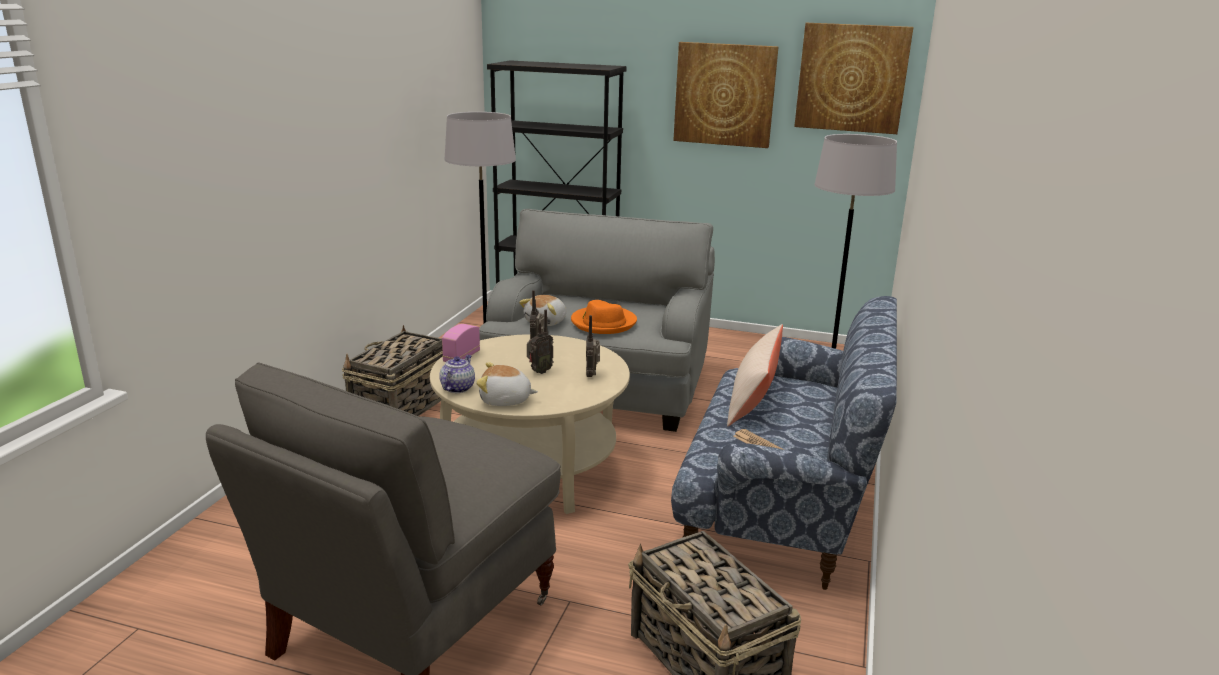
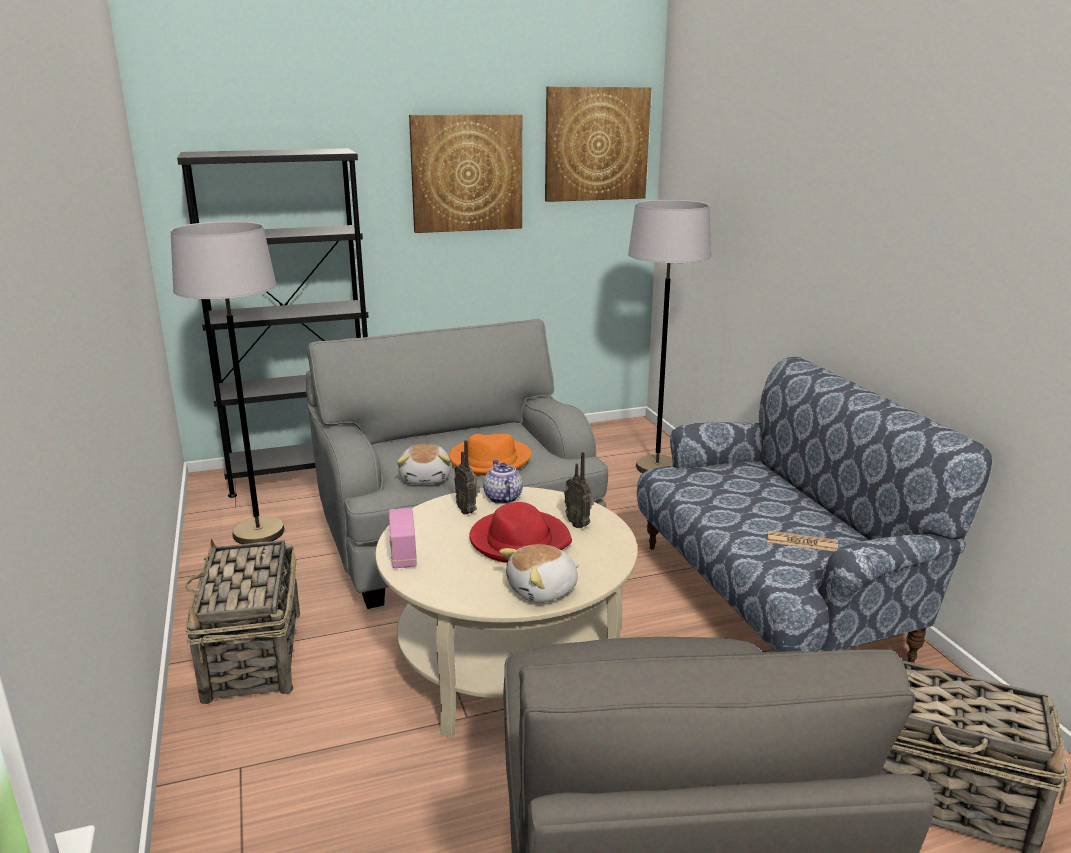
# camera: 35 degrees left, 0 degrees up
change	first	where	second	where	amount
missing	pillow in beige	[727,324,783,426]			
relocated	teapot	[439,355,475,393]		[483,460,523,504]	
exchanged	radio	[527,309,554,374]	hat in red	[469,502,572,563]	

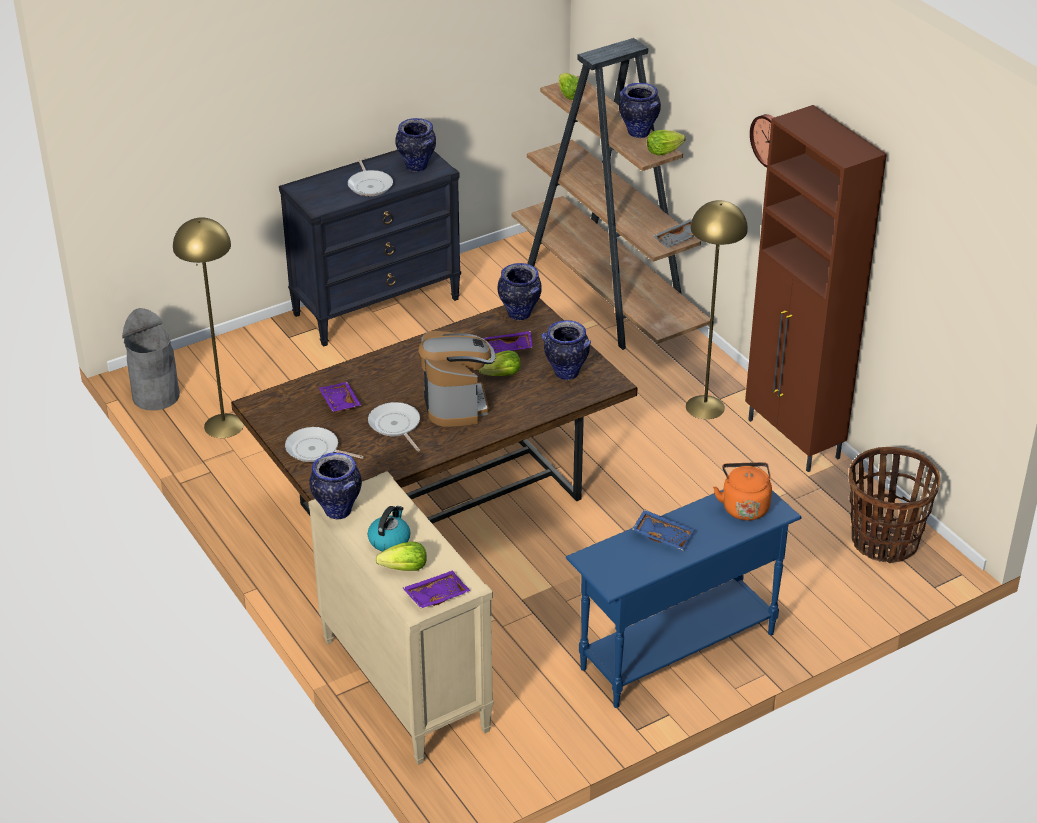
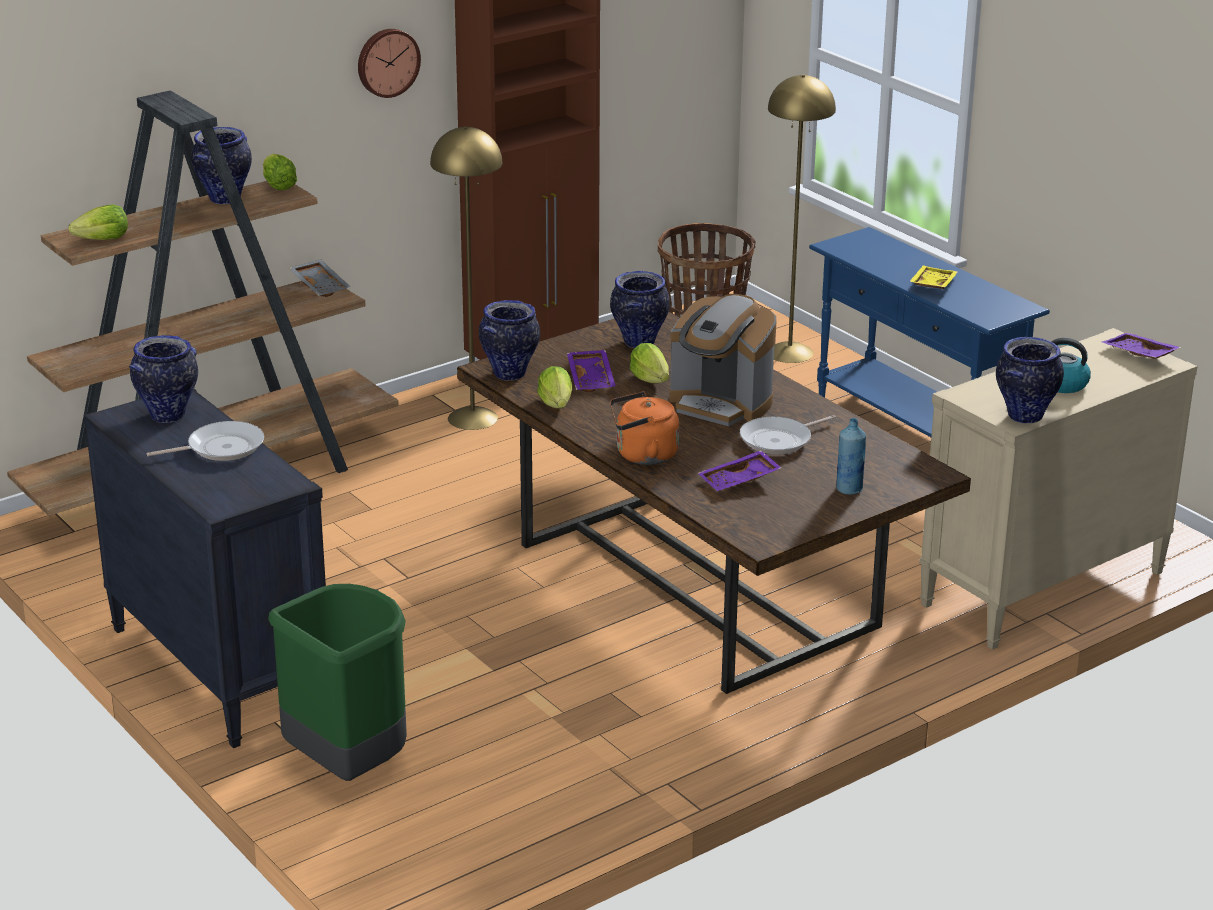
# camera: 95 degrees left, 10 degrees down
change	first	where	second	where	amount
missing	trash can in grey	[122,308,180,411]			
appeared			trash can in green	[268,584,407,781]	
relocated	floor lamp in yellow	[173,217,244,438]		[768,75,836,363]	
relocated	lettuce	[376,542,427,571]		[537,366,572,408]	
relocated	kettle in orange	[713,462,772,520]		[610,392,679,465]	
exchanged	frying pan	[285,427,364,462]	bottle in blue	[836,418,866,495]	
colour	tray in blue	[632,509,695,551]	tray in yellow	[909,265,958,289]	
spun	coffee machine	[418,331,496,427]		[670,294,776,426]	135 degrees counterclockwise

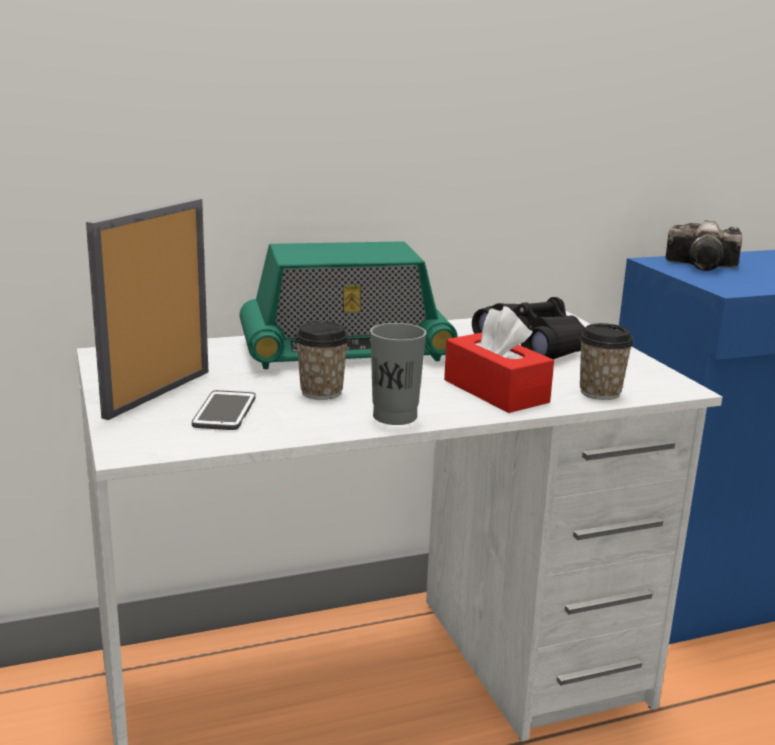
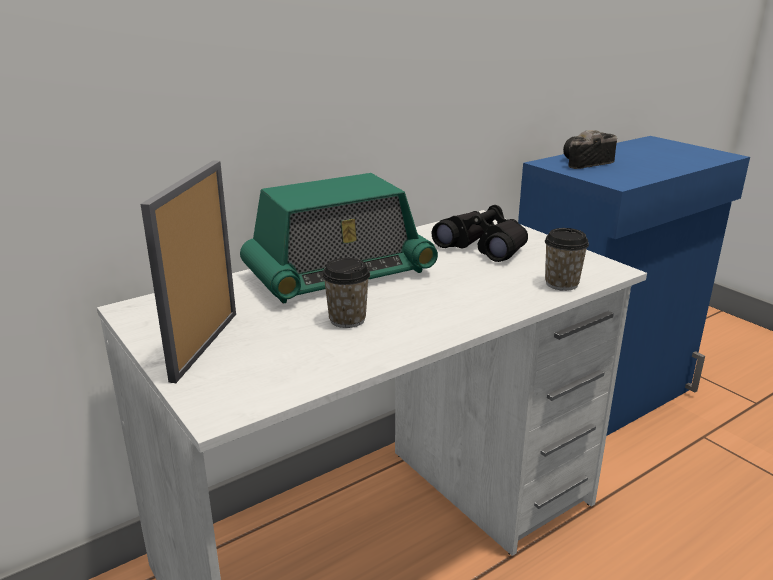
# camera: 15 degrees left, 5 degrees up
change	first	where	second	where	amount
missing	phone	[192,390,256,430]			
missing	cup in grey	[370,323,427,425]			
missing	tissue box in red	[444,306,554,413]			
spun	photo camera	[666,220,742,271]		[563,130,617,169]	150 degrees clockwise

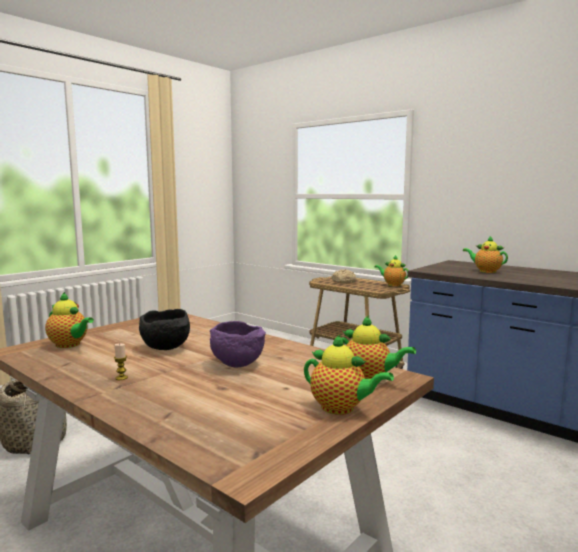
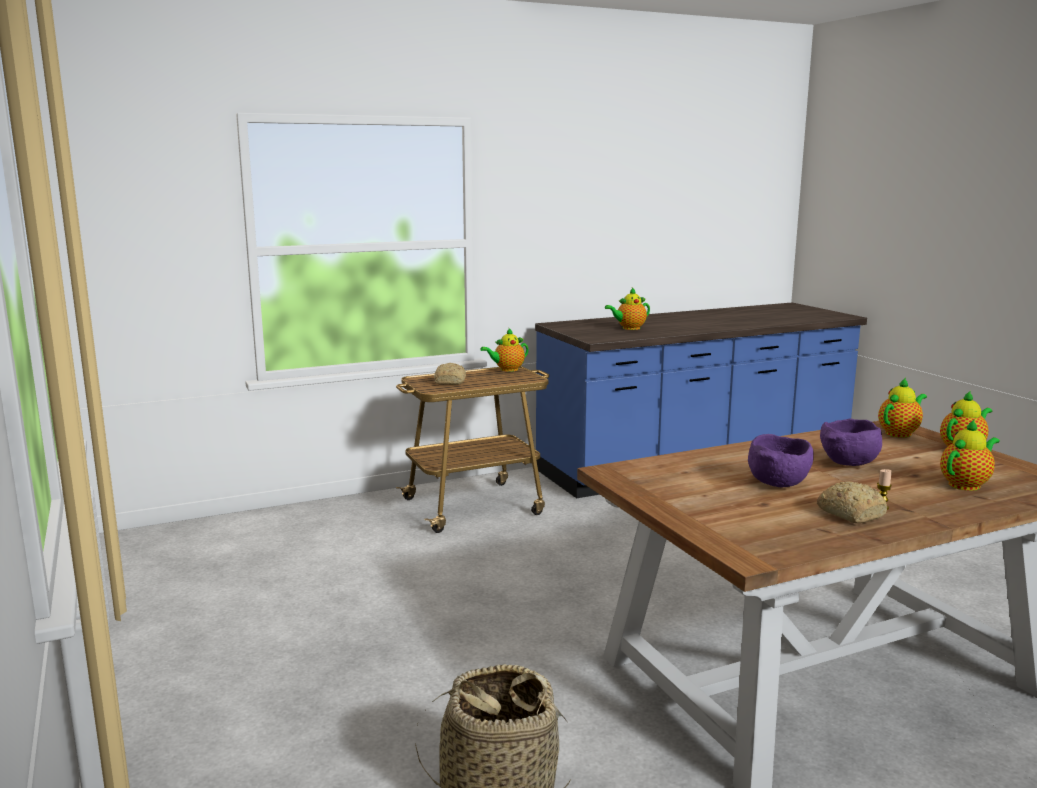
# camera: 65 degrees left, 5 degrees up
change	first	where	second	where	amount
appeared			bread	[817,482,887,523]	
relocated	teapot	[45,292,94,348]		[940,419,1000,491]	
colour	bowl in black	[139,309,190,350]	bowl in purple	[748,434,814,487]	

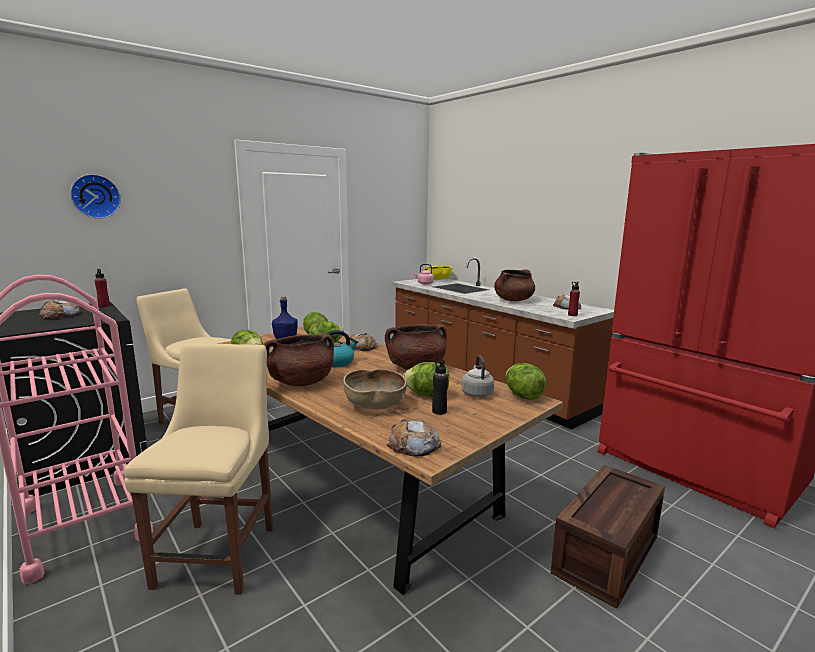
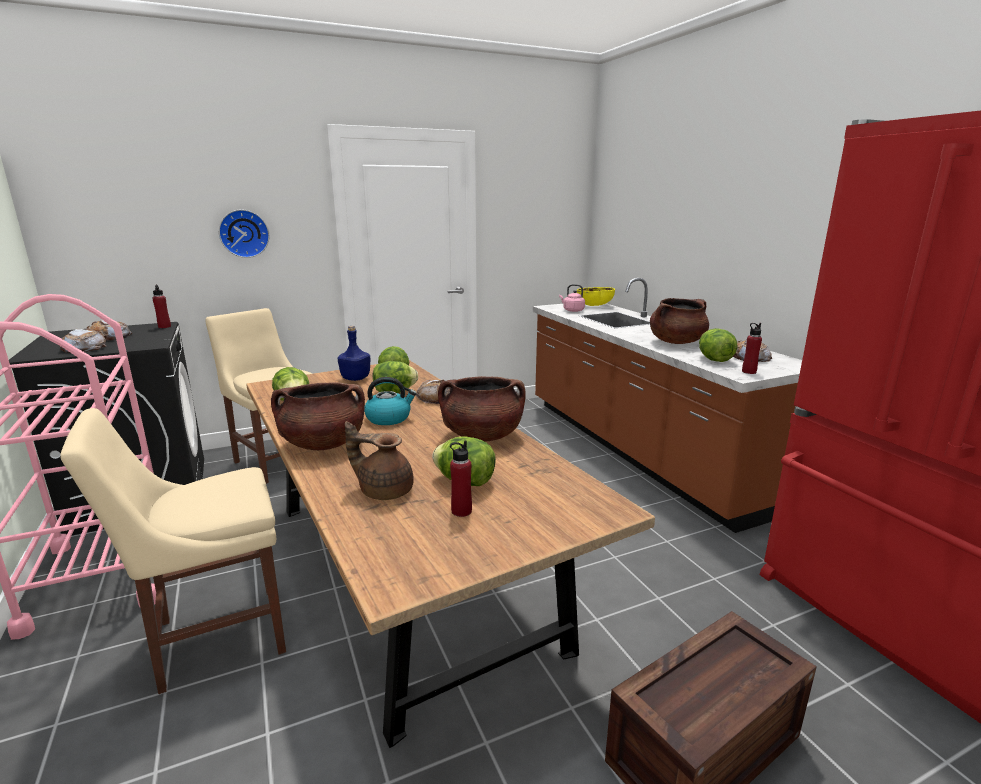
# camera: 15 degrees right, 5 degrees up
change	first	where	second	where	amount
missing	kettle in grey	[462,355,494,398]			
relocated	wall clock	[70,174,121,219]		[219,210,269,258]	
relocated	bread	[387,419,441,457]		[60,329,106,353]	
relocated	lettuce	[506,363,547,400]		[699,328,737,362]	
exchanged	bowl in brown	[343,369,407,409]	teapot in brown	[345,421,414,500]	
colour	bottle in black	[432,359,448,415]	bottle in red	[450,440,472,517]	
spun	chair in beige	[124,343,273,595]		[60,408,286,694]	135 degrees counterclockwise

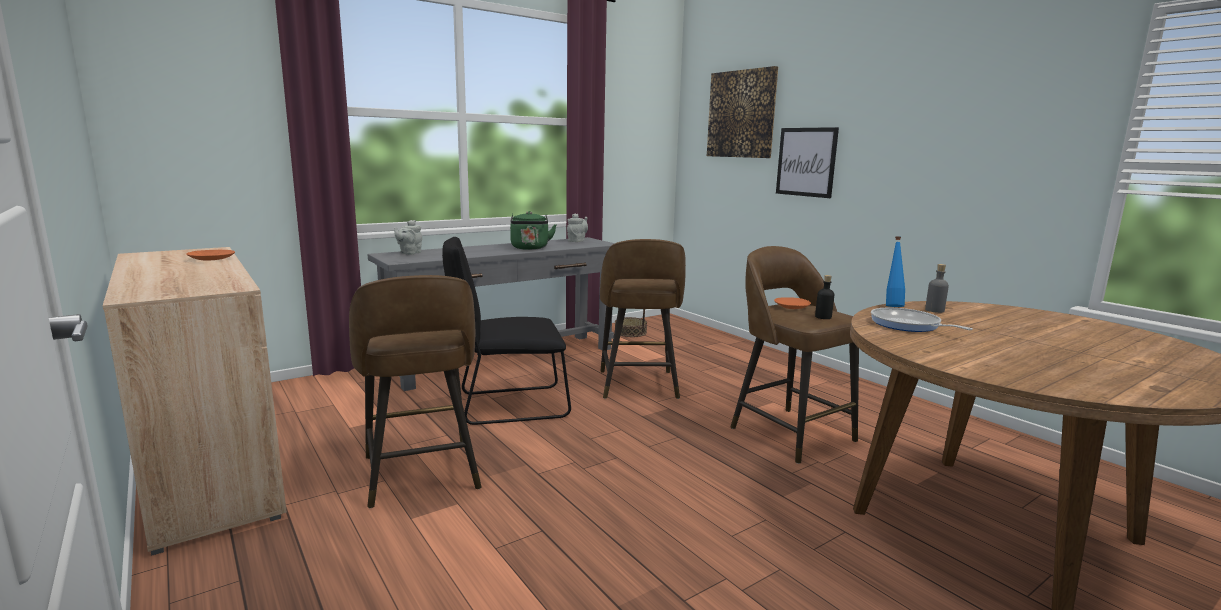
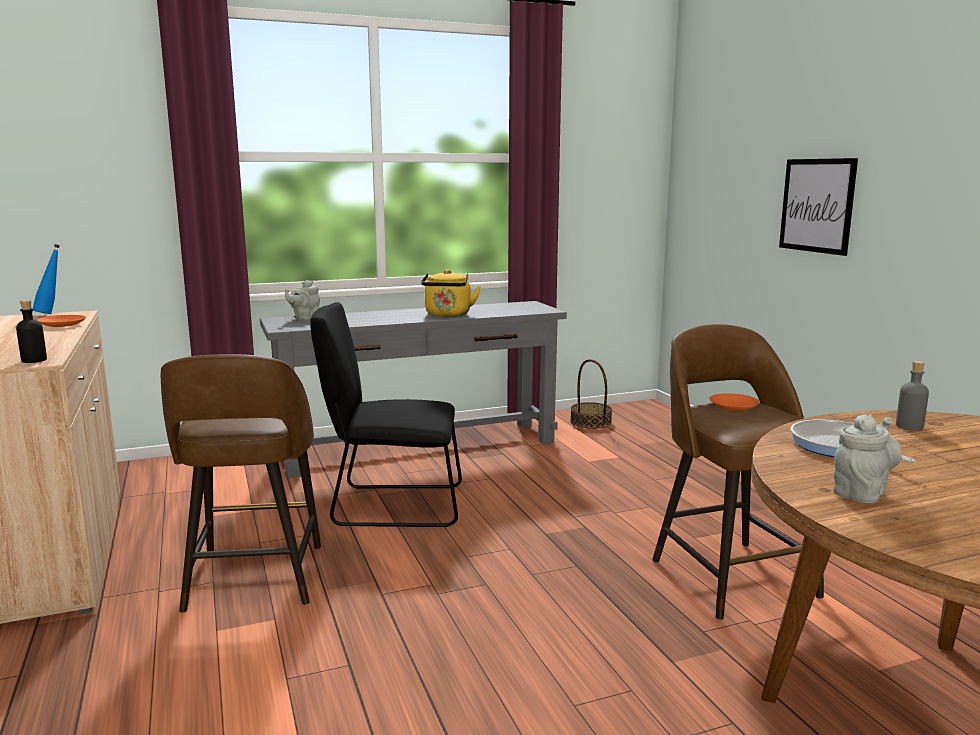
# camera: 15 degrees right, 0 degrees up
change	first	where	second	where	amount
missing	stool in brown	[600,239,686,399]			
missing	picture	[707,66,778,158]			
relocated	teapot in grey	[567,213,588,242]		[834,414,902,503]	
relocated	bottle in black	[815,275,834,319]		[16,300,47,363]	
relocated	bottle in blue	[886,236,905,307]		[33,244,60,314]	
colour	kettle in green	[510,211,557,250]	kettle in yellow	[421,270,481,317]	

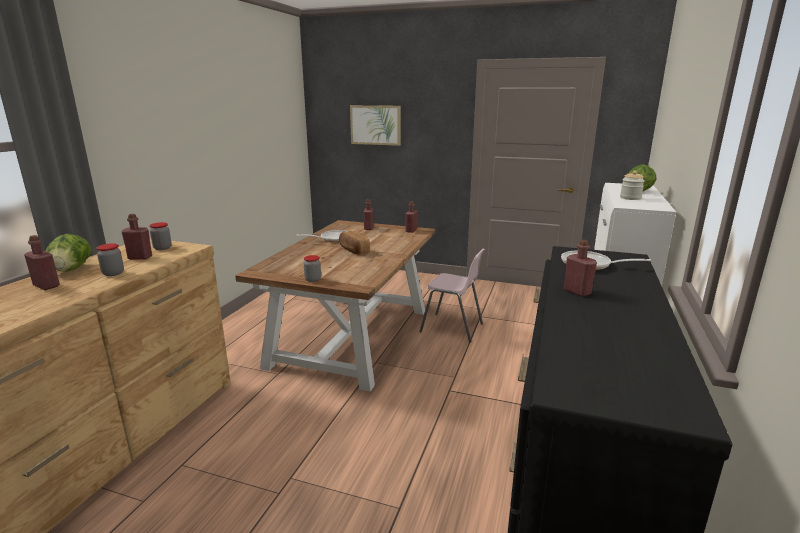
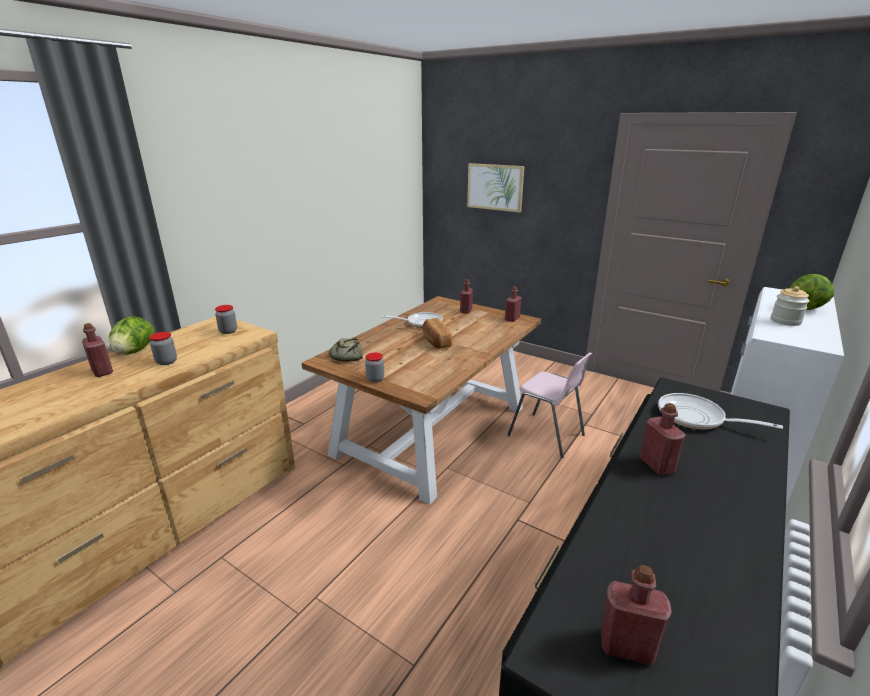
# camera: 15 degrees right, 5 degrees up
change	first	where	second	where	amount
appeared			bread	[329,338,363,362]	
relocated	bottle in red	[122,214,152,260]		[601,565,672,666]	

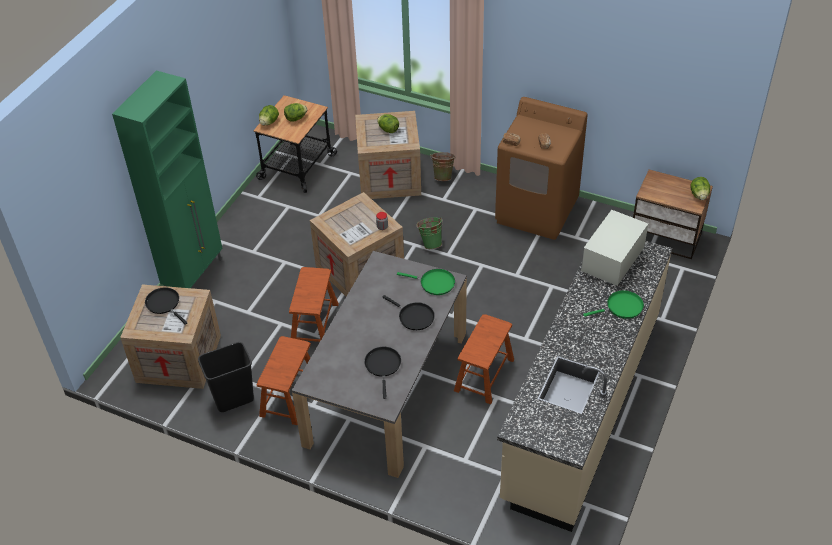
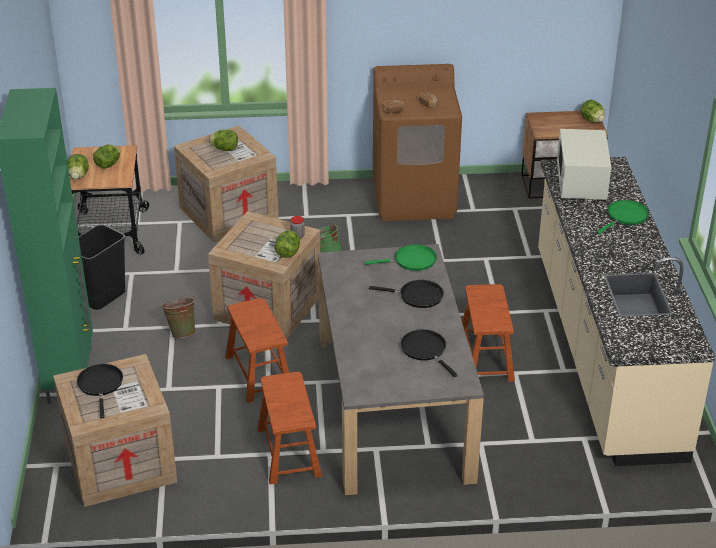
# camera: 30 degrees left, 10 degrees down
change	first	where	second	where	amount
appeared			lettuce	[274,230,300,258]	
relocated	trash can in black	[198,342,254,412]		[79,224,125,310]	
relocated	bucket in green	[430,152,456,181]		[160,297,196,338]	
spun	frying pan in black	[145,287,187,325]		[77,364,123,418]	60 degrees clockwise

